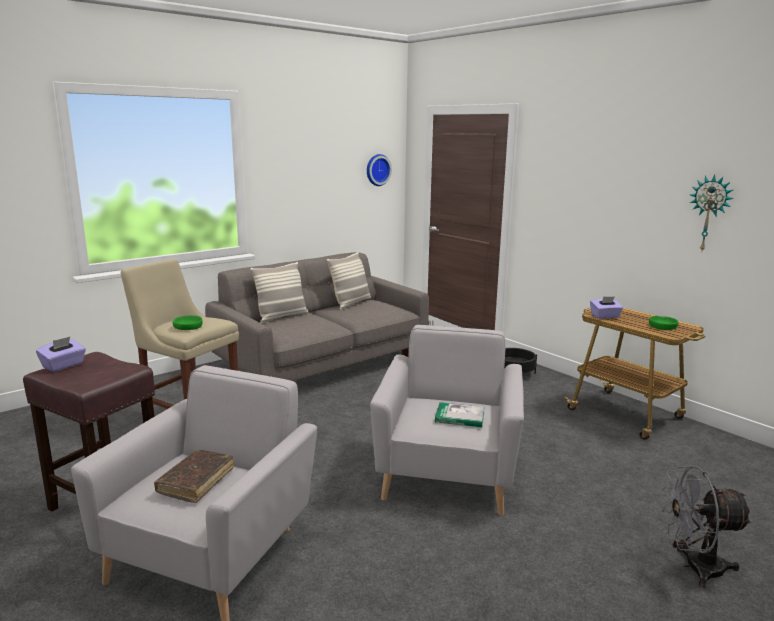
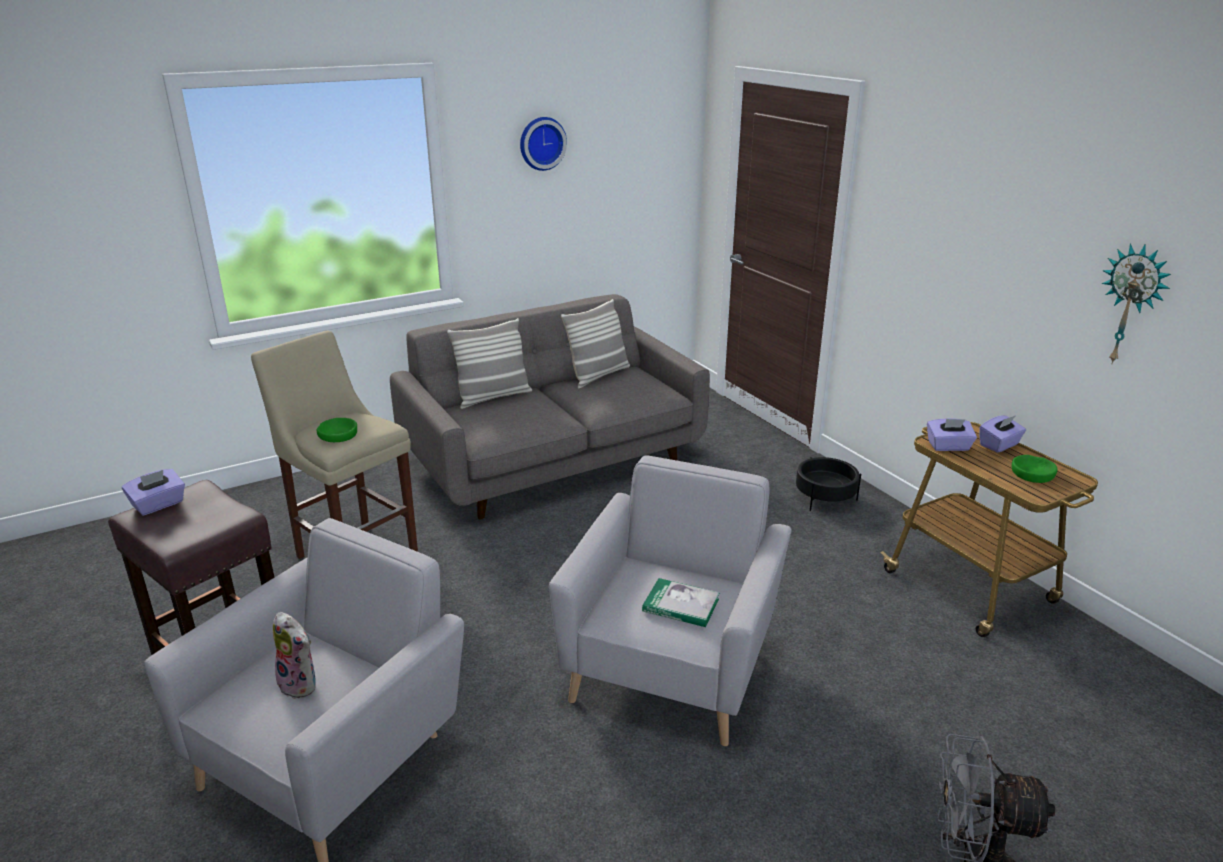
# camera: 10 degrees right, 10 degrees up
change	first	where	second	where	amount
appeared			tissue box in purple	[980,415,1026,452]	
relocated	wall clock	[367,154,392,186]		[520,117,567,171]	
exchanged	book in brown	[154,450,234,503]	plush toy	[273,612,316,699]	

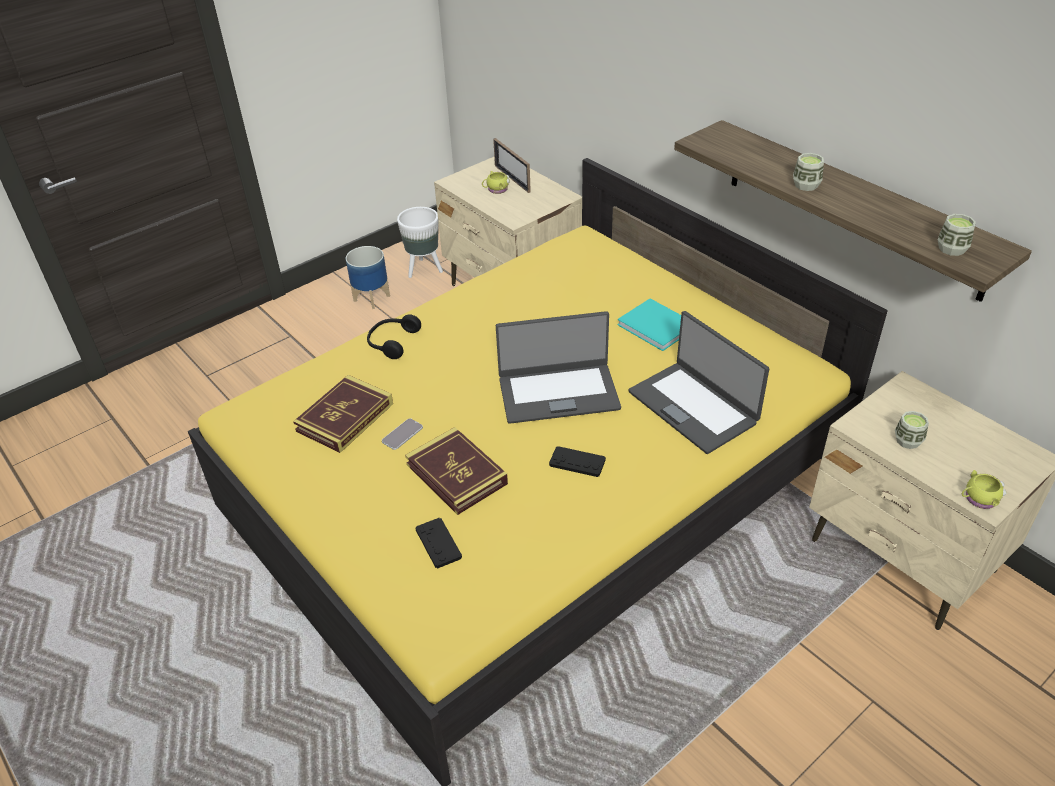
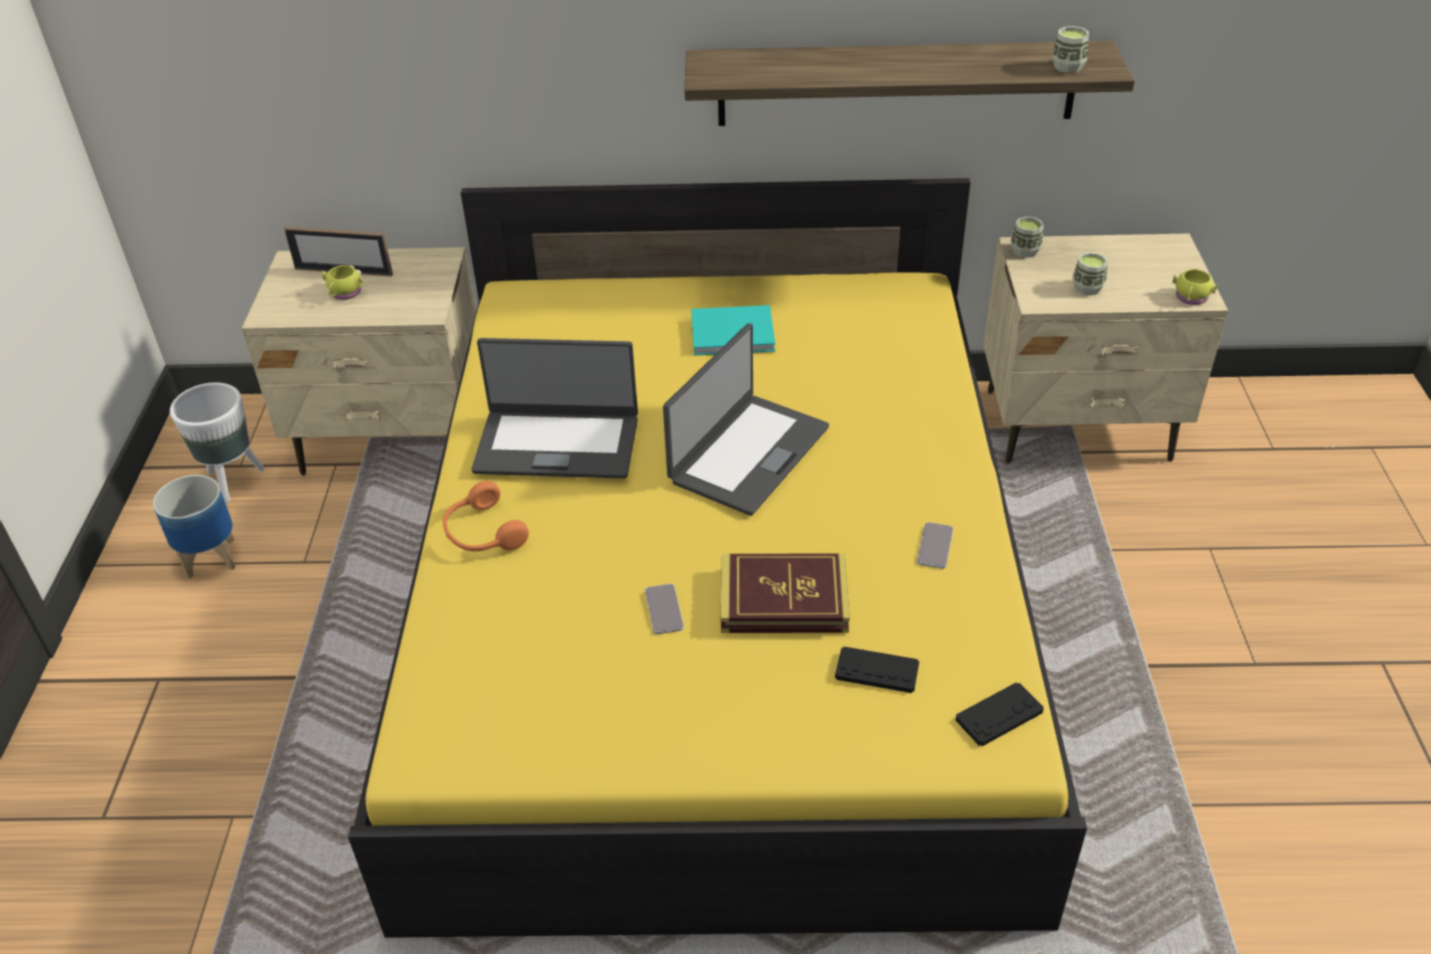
# camera: 50 degrees left, 0 degrees up
change	first	where	second	where	amount
missing	book	[293,375,393,453]			
appeared			phone	[917,522,953,569]	
relocated	game controller in black	[549,446,606,477]		[956,682,1044,746]	
relocated	laptop	[628,311,769,454]		[471,338,638,478]	
relocated	cup	[793,153,824,191]		[1010,216,1044,258]	
colour	headphones in black	[367,314,421,359]	headphones in orange	[443,481,529,551]	

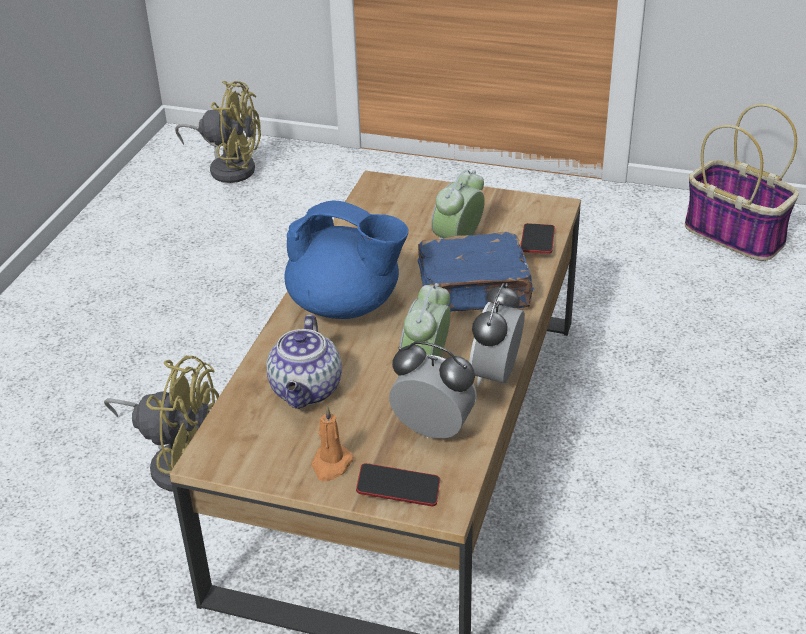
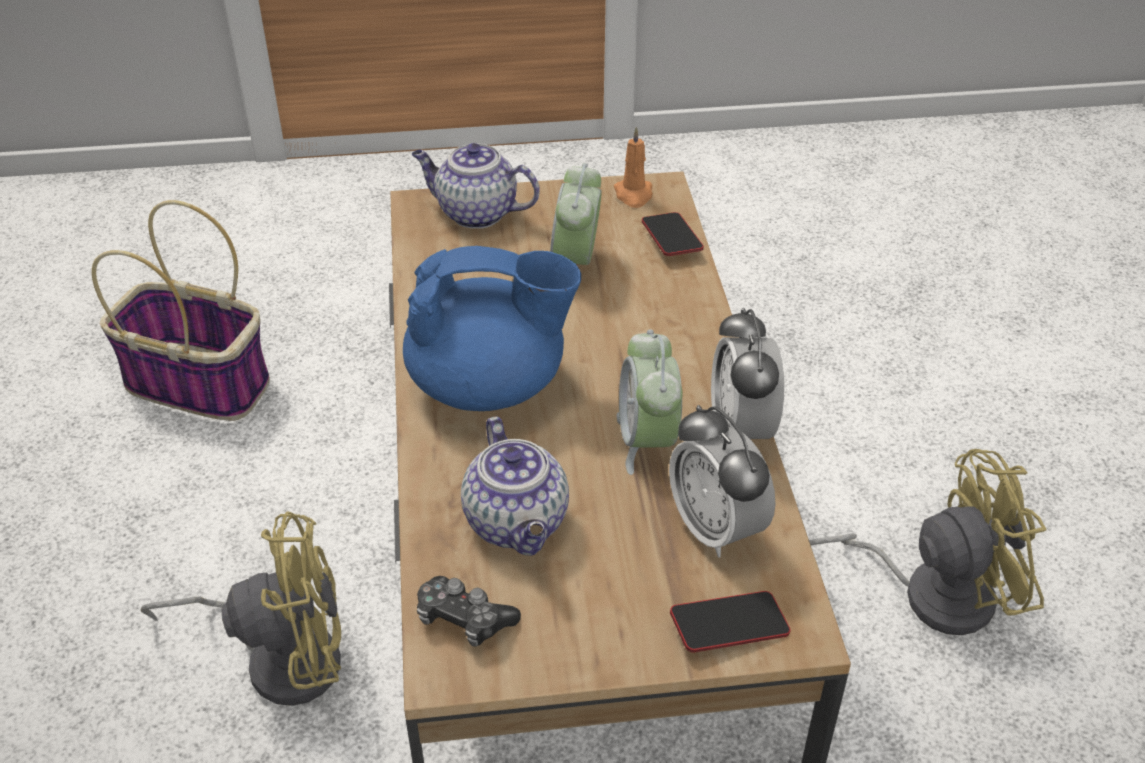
# camera: 25 degrees left, 5 degrees up
change	first	where	second	where	amount
missing	book in blue	[418,232,534,311]			
appeared			teapot	[412,143,540,229]	
appeared			game controller	[417,576,521,647]	
relocated	fan in yellow	[175,81,261,183]		[809,449,1047,635]	
relocated	candle in orange	[312,406,354,481]		[614,127,653,208]	
relocated	basket	[685,104,799,261]		[92,200,270,421]	
spun	alarm clock	[389,342,477,439]		[669,405,775,558]	120 degrees counterclockwise

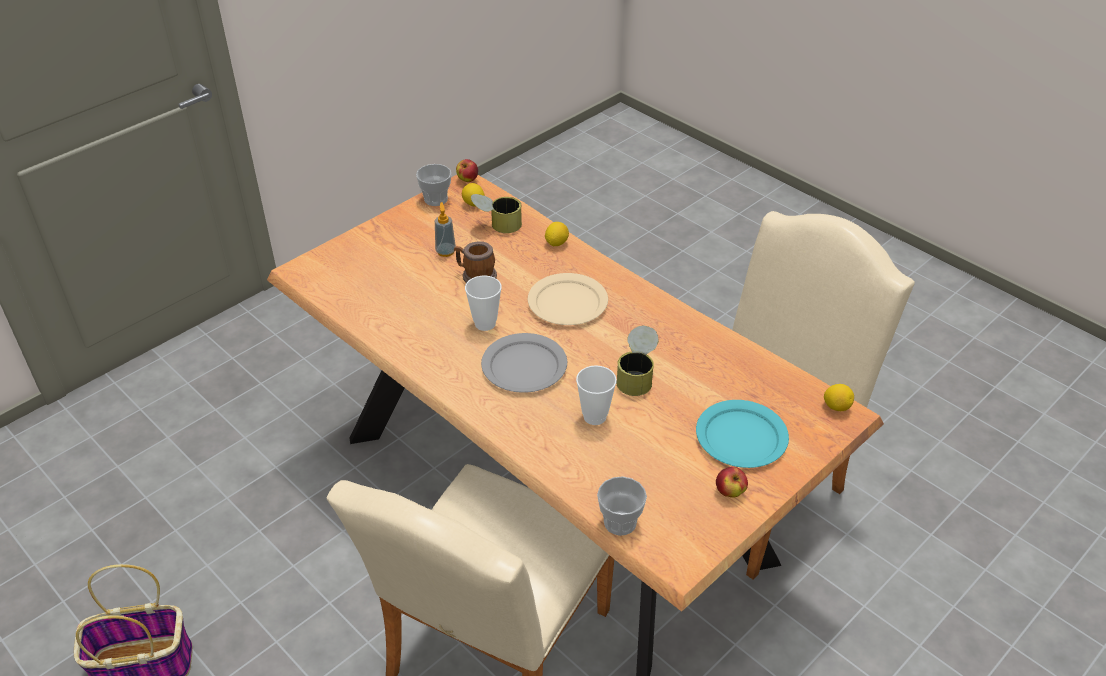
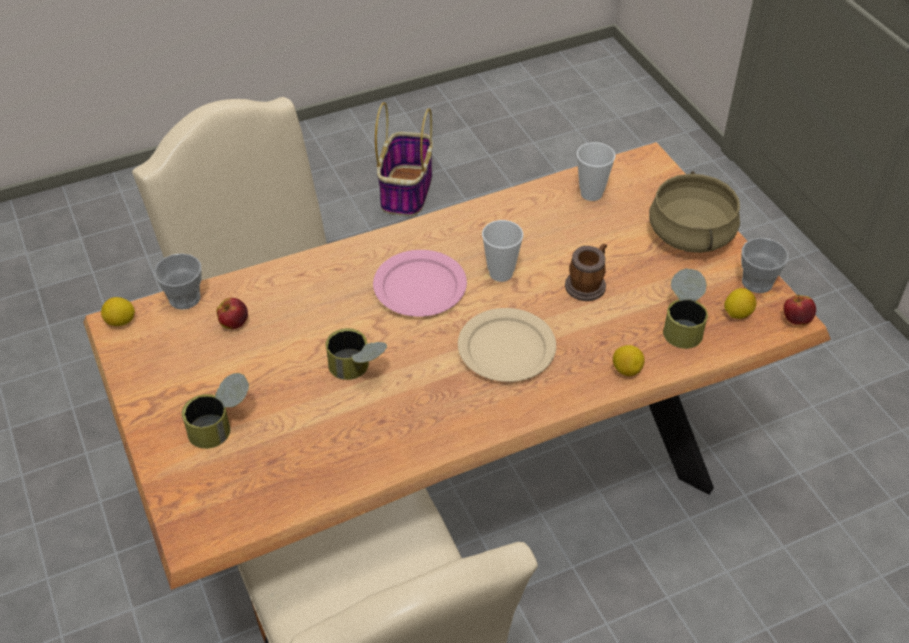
# camera: 110 degrees right, 5 degrees up
change	first	where	second	where	amount
missing	soap dispenser	[435,202,456,257]			
appeared			cooking pot in beige	[649,171,740,253]	
relocated	cup	[576,365,617,425]		[577,142,615,201]	
relocated	apple	[716,467,748,498]		[216,298,248,329]	
relocated	lemon	[824,384,854,411]		[101,297,135,326]	
exchanged	plate in turquoise	[696,400,789,468]	can	[182,373,249,449]	
colour	plate in grey	[481,333,567,393]	plate in pink	[373,250,467,317]	

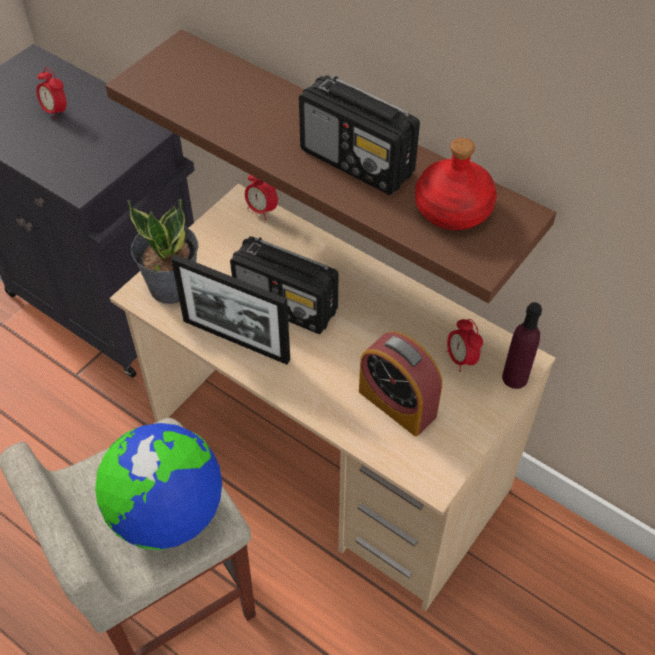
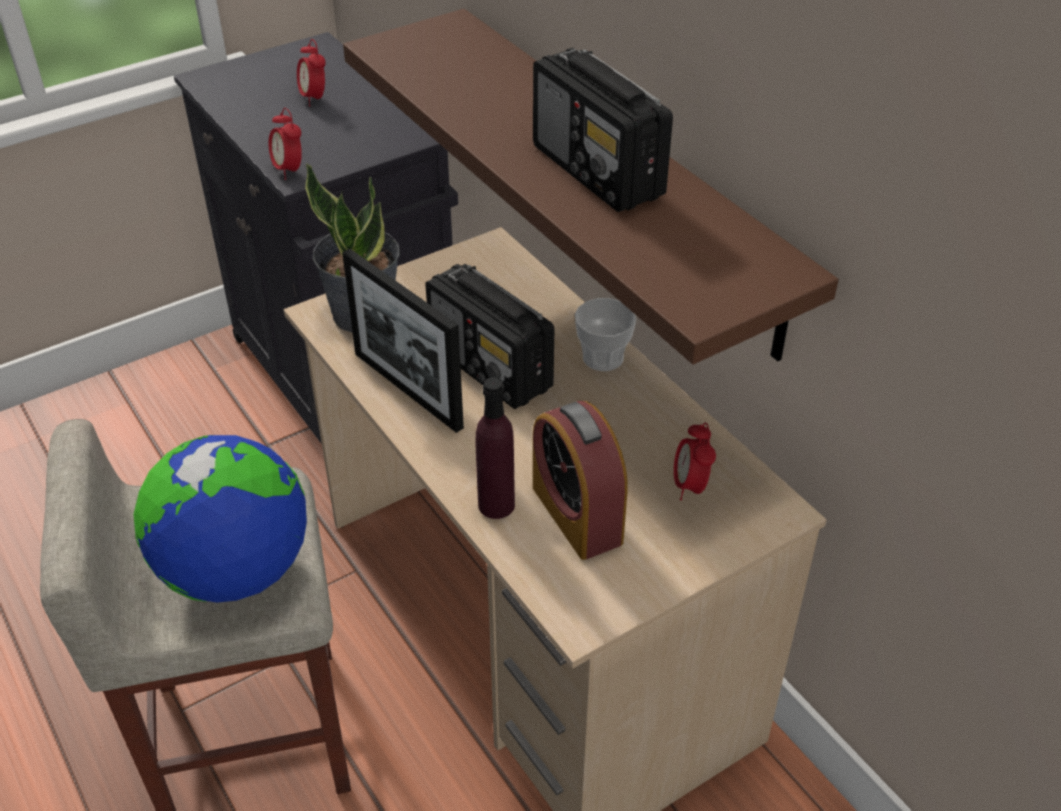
# camera: 20 degrees right, 10 degrees down
change	first	where	second	where	amount
missing	bottle in red	[415,138,497,230]			
appeared			cup	[575,298,636,371]	
relocated	alarm clock	[245,175,278,220]		[269,108,302,180]	
relocated	bottle in purple	[502,302,542,389]		[476,377,515,519]	

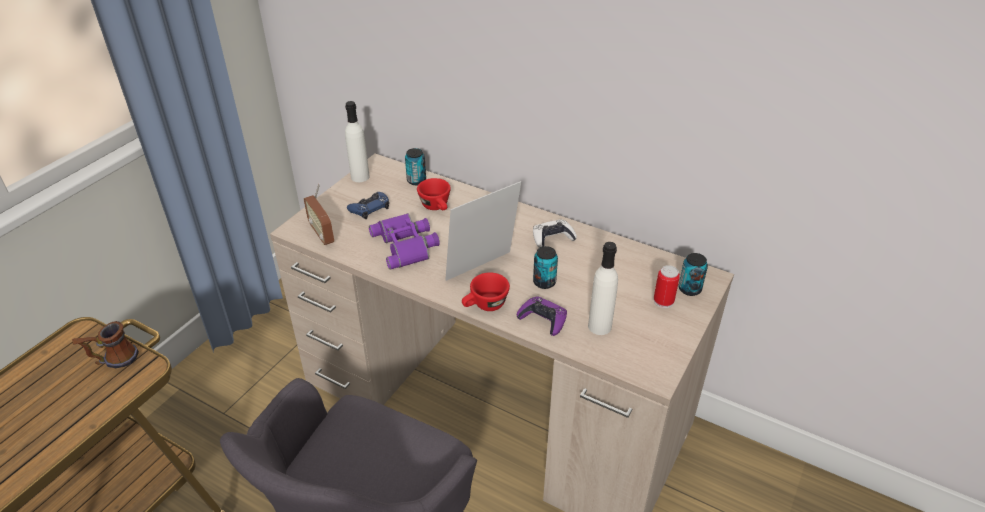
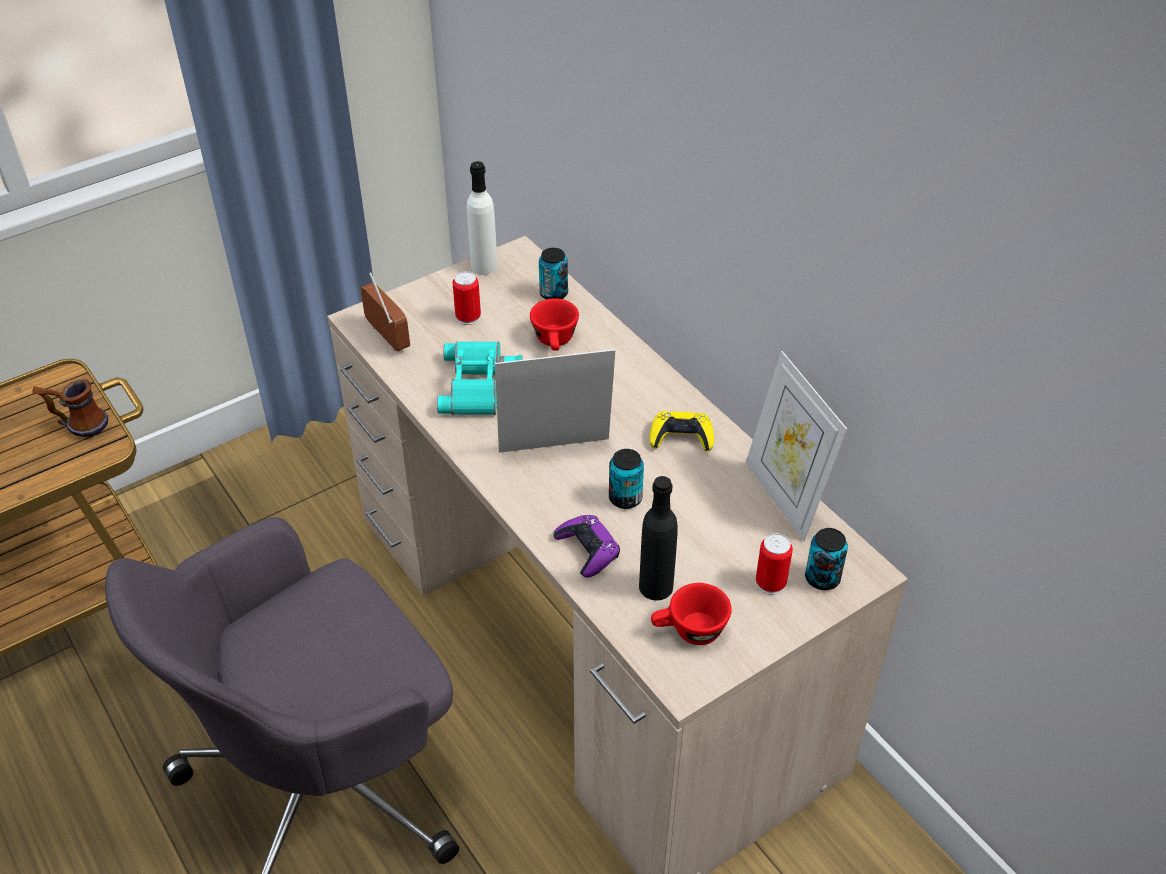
# camera: 25 degrees right, 5 degrees up
change	first	where	second	where	amount
appeared			picture frame	[746,351,847,541]	
relocated	cup in red	[462,272,510,311]		[651,583,732,645]	
exchanged	game controller in blue	[347,192,389,219]	can	[453,271,481,325]	
colour	binoculars in purple	[369,213,440,270]	binoculars in turquoise	[437,342,522,415]	
colour	game controller in white	[533,219,577,248]	game controller in yellow	[650,411,714,451]	
colour	bottle in white	[588,242,618,335]	bottle in black	[639,476,678,600]	
spun	radio	[304,183,334,245]		[361,272,410,351]	150 degrees clockwise

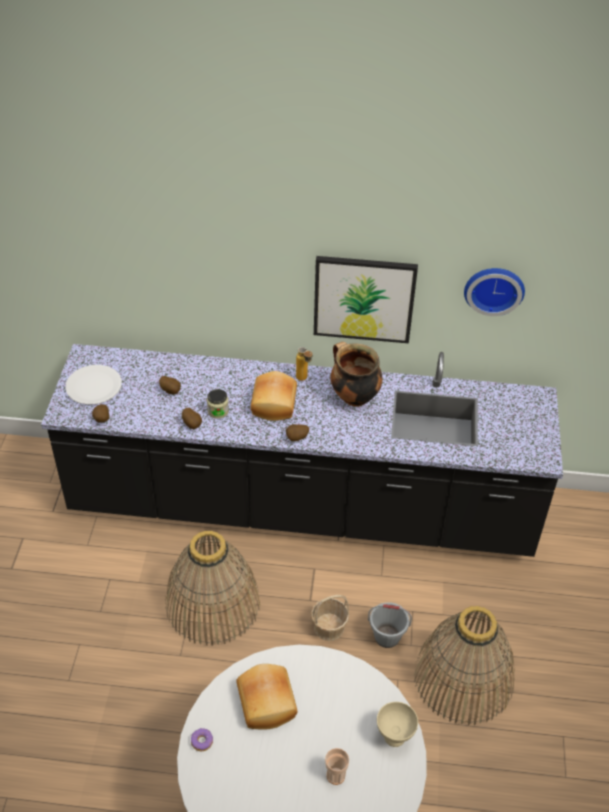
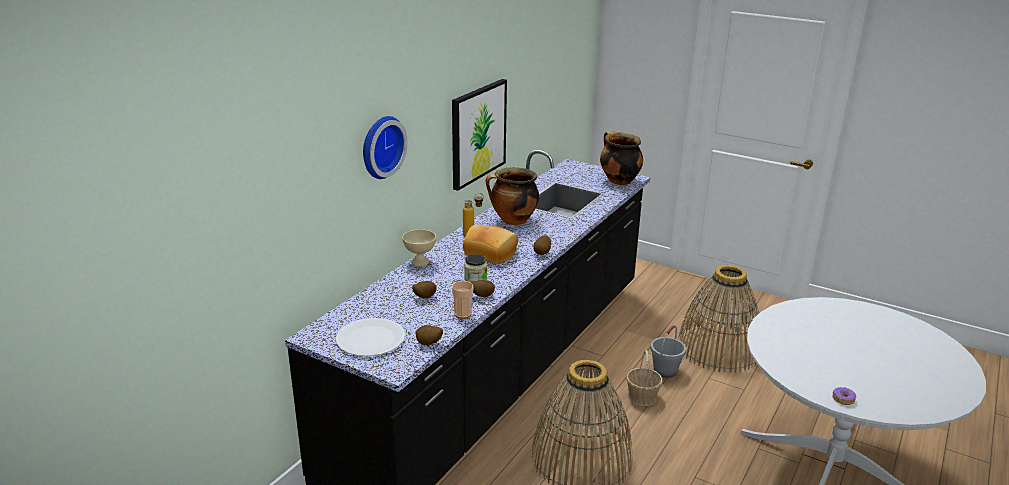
# camera: 65 degrees left, 20 degrees down
change	first	where	second	where	amount
missing	bread	[236,664,297,730]			
appeared			cooking pot	[600,132,643,185]	
relocated	cup	[325,748,349,785]		[452,281,473,319]	
relocated	bowl in beige	[377,702,418,747]		[402,229,436,267]	
relocated	wall clock	[464,268,525,316]		[363,116,408,179]	

